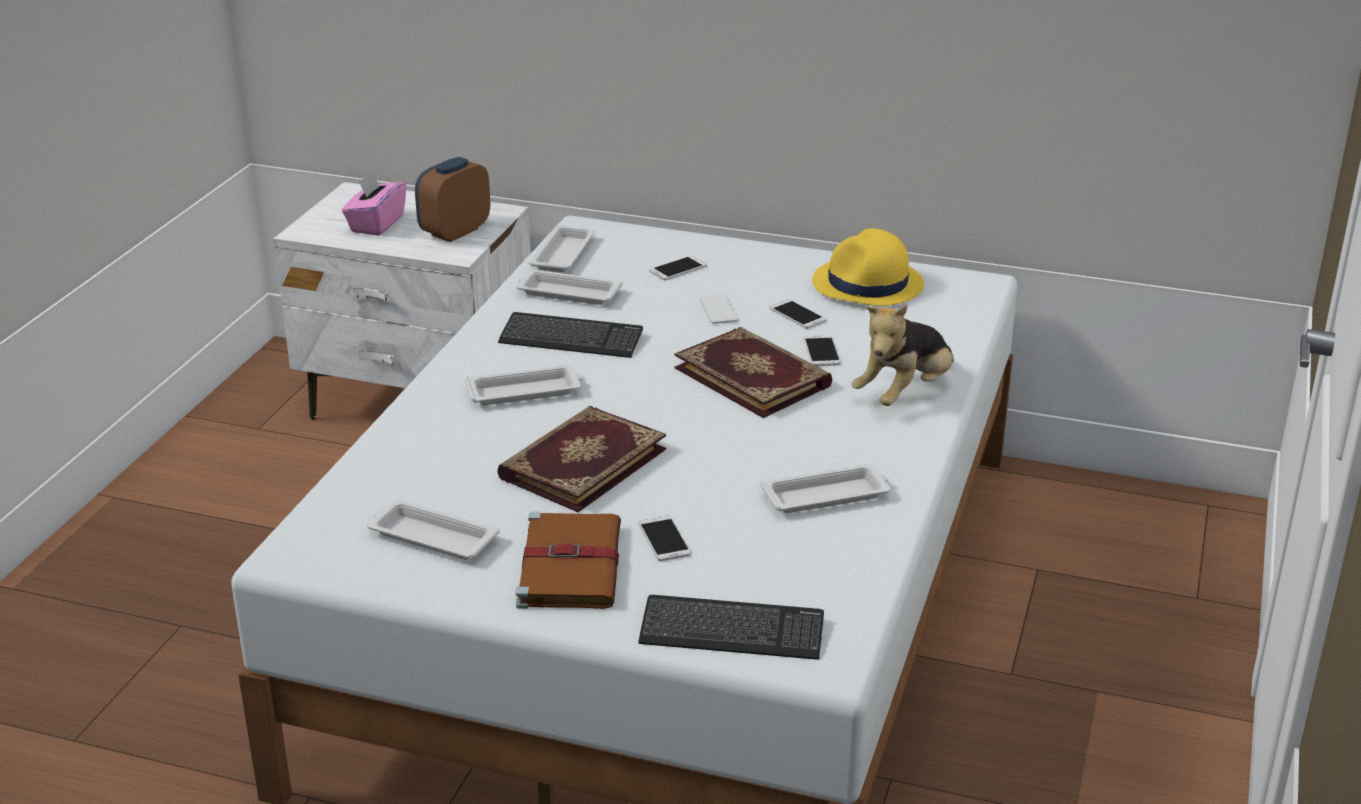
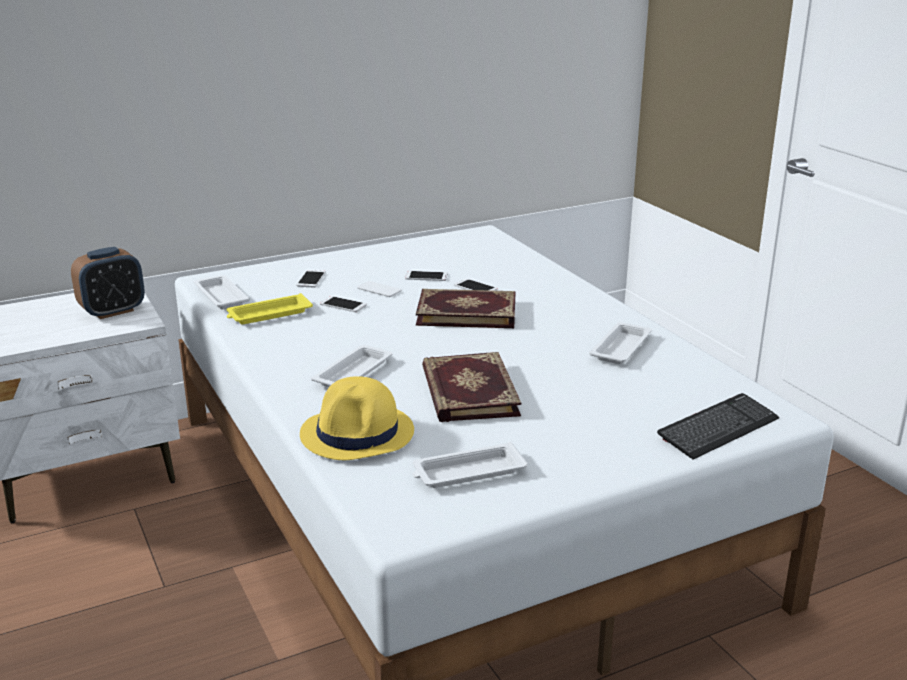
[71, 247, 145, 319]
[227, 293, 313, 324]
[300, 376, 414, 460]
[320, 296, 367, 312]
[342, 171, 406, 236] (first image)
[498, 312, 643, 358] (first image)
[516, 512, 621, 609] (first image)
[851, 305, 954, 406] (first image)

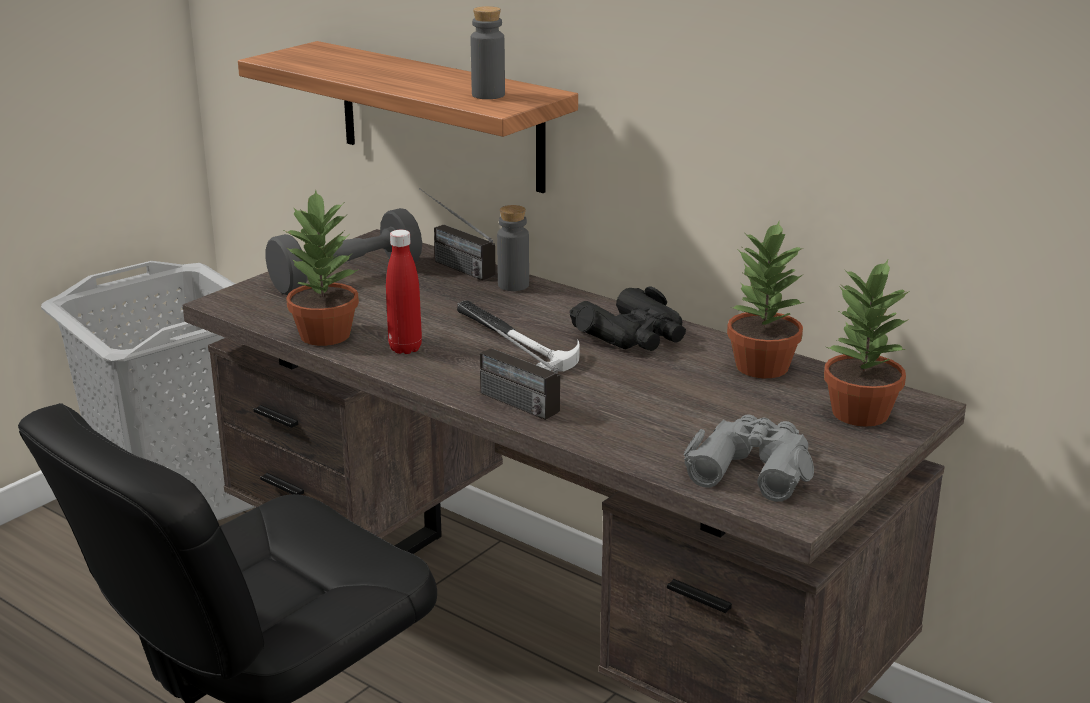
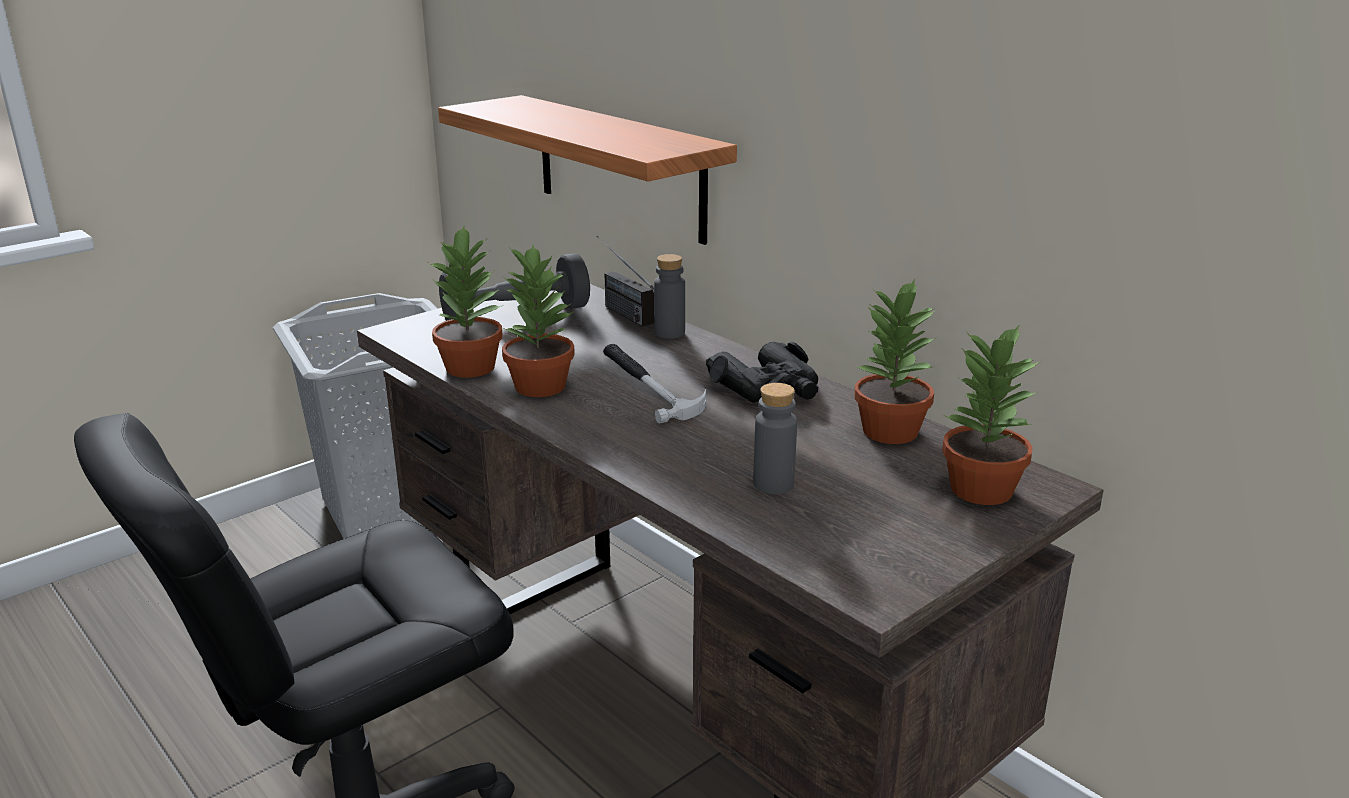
[502, 245, 575, 397]
[753, 383, 797, 494]
[457, 303, 560, 420] (first image)
[684, 414, 814, 502] (first image)

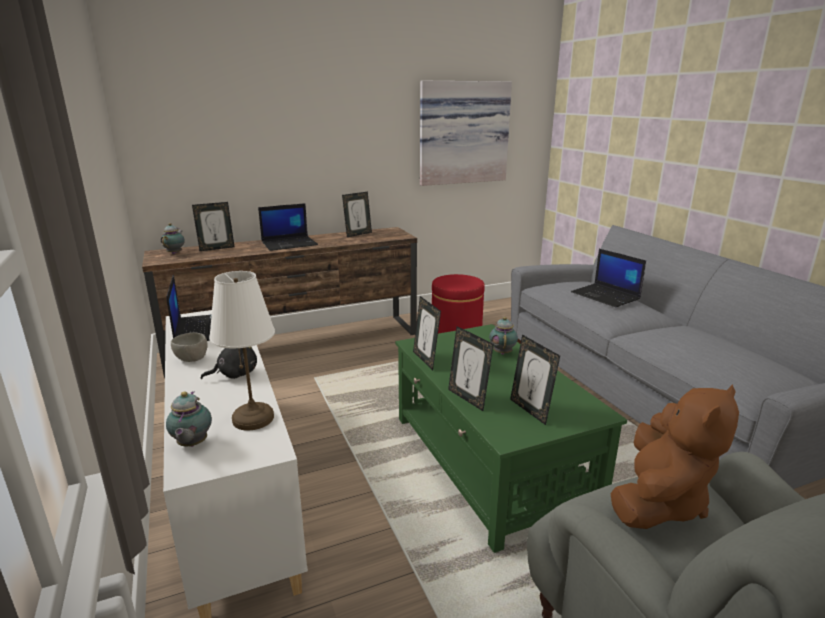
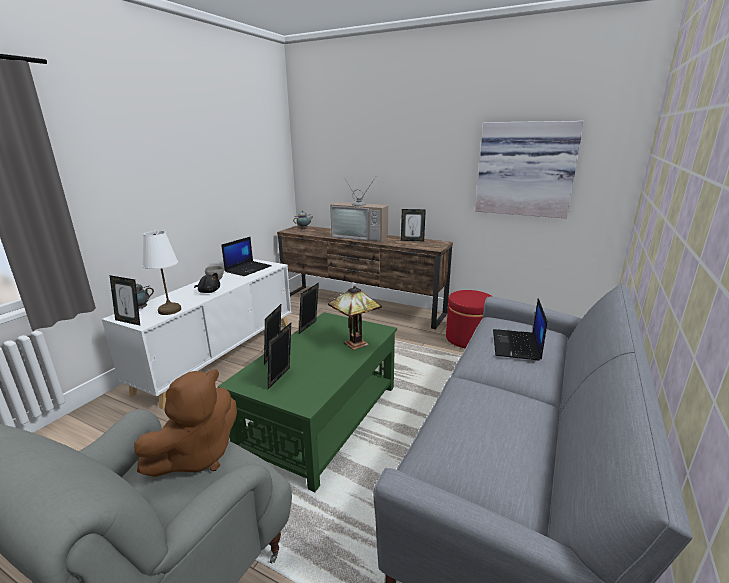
[110, 275, 140, 325]
[134, 369, 237, 477]
[328, 286, 382, 350]
[330, 175, 388, 242]

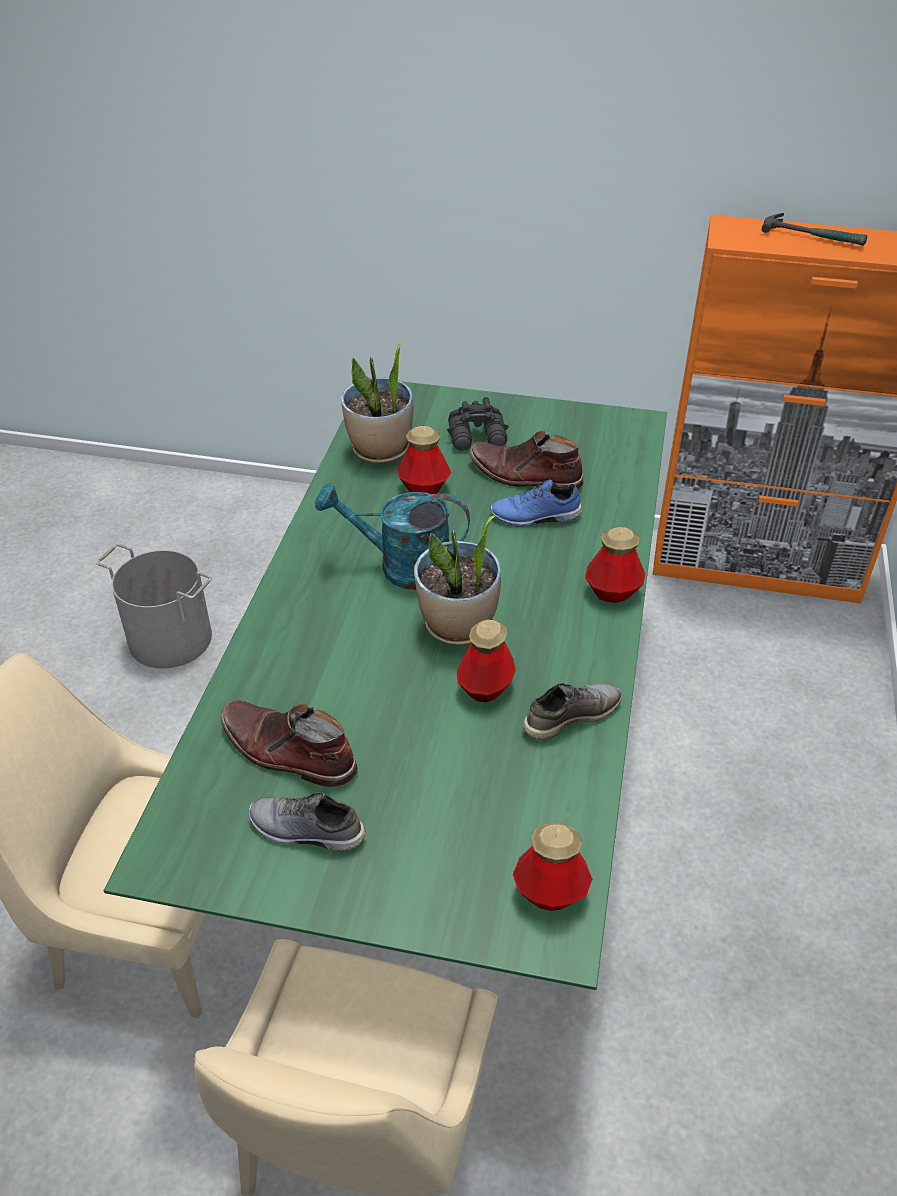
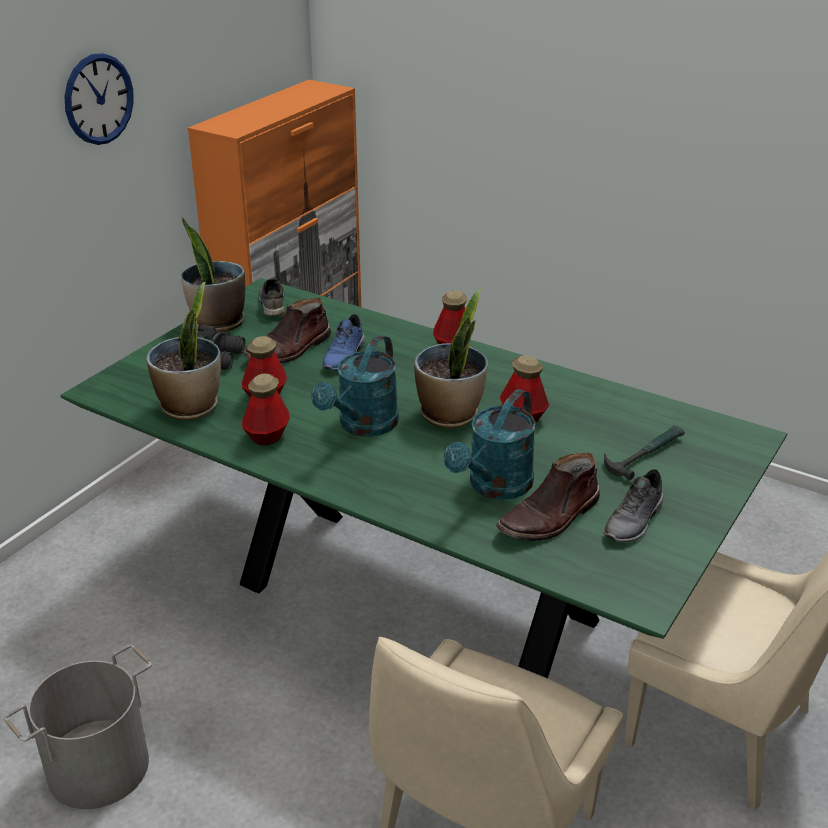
[64, 53, 134, 145]
[181, 217, 245, 332]
[242, 374, 290, 445]
[258, 278, 285, 317]
[444, 389, 536, 500]
[604, 425, 685, 480]

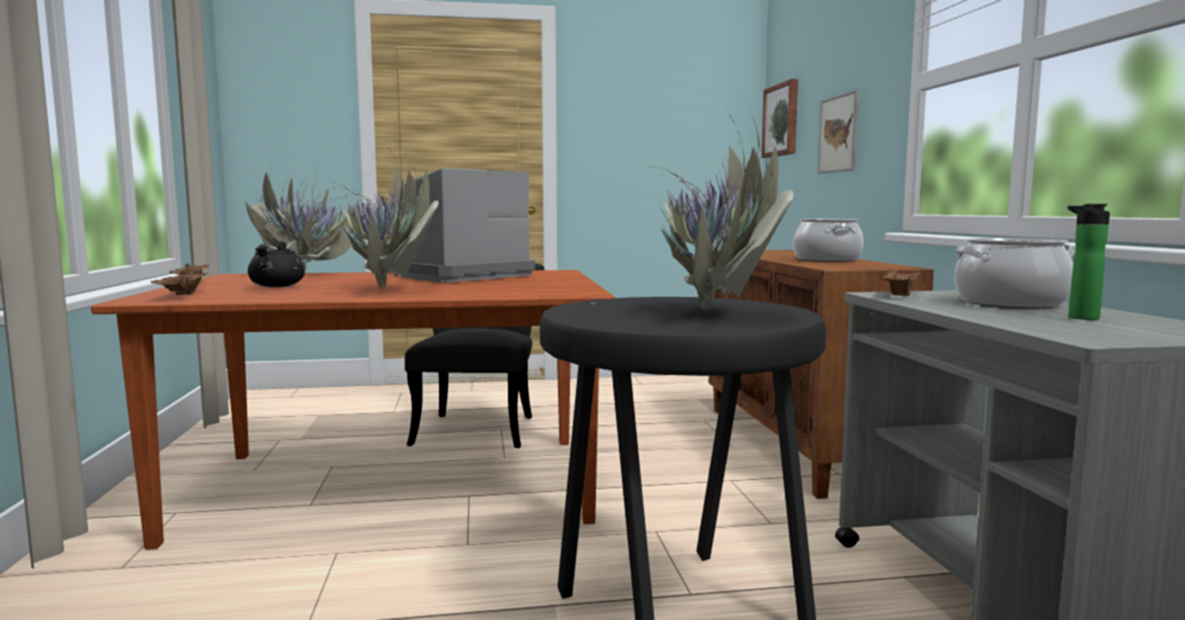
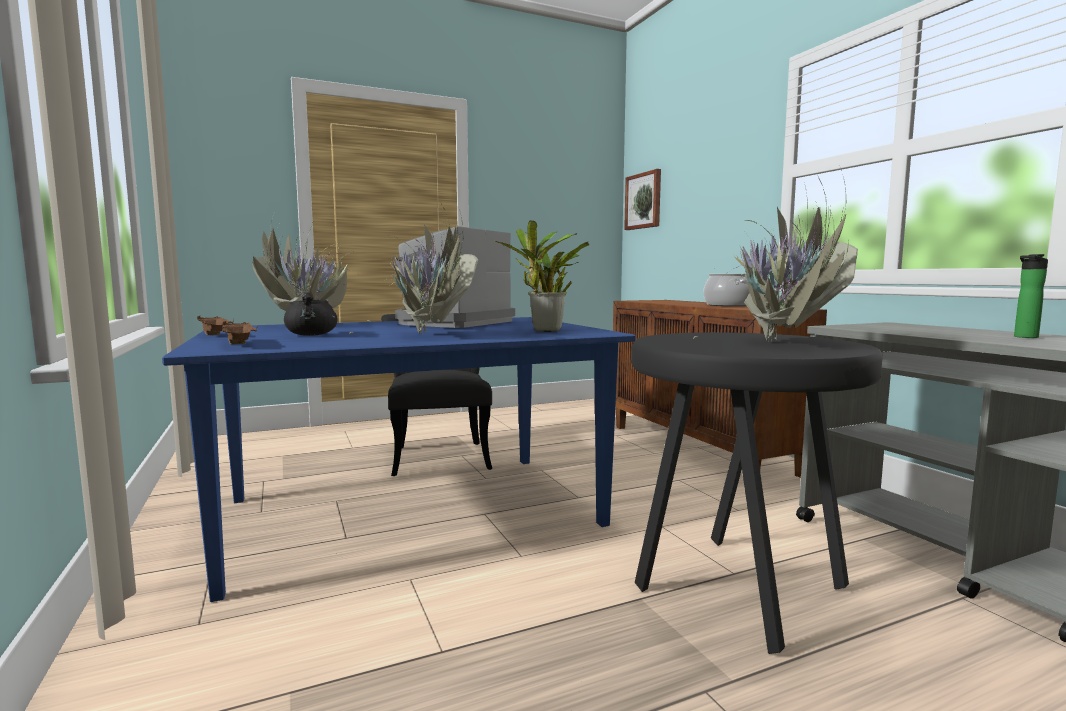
[162, 317, 636, 602]
[494, 220, 589, 332]
[818, 90, 860, 174] (first image)
[881, 268, 923, 296] (first image)
[955, 238, 1074, 309] (first image)

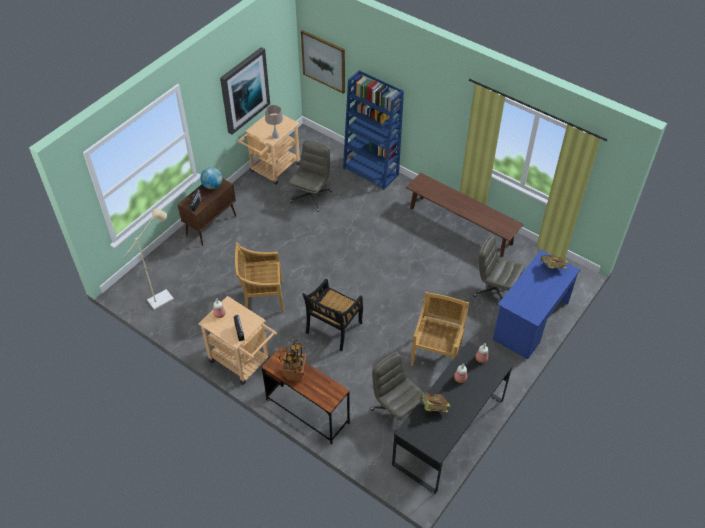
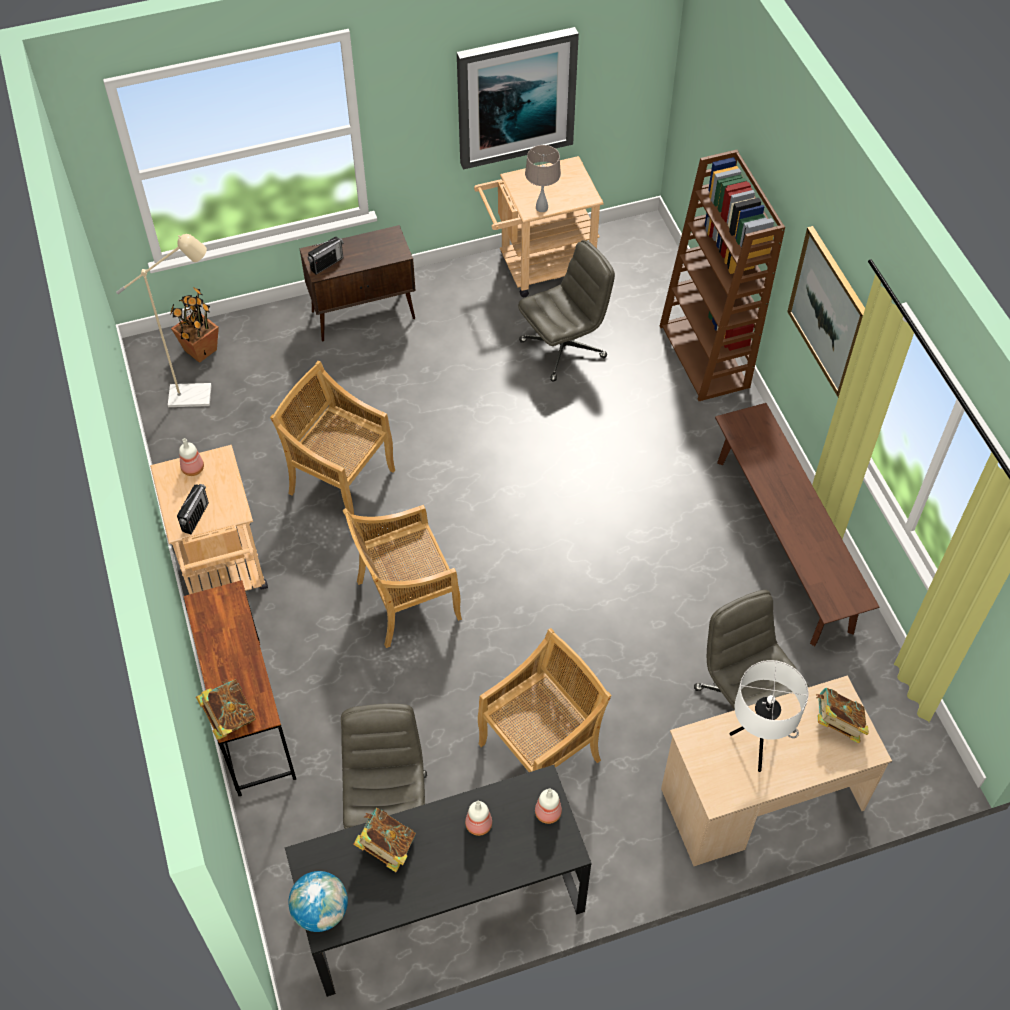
[171, 287, 219, 363]
[196, 679, 256, 740]
[288, 871, 348, 932]
[342, 505, 462, 648]
[660, 150, 785, 401]
[661, 675, 892, 866]
[729, 660, 808, 772]
[787, 226, 865, 397]

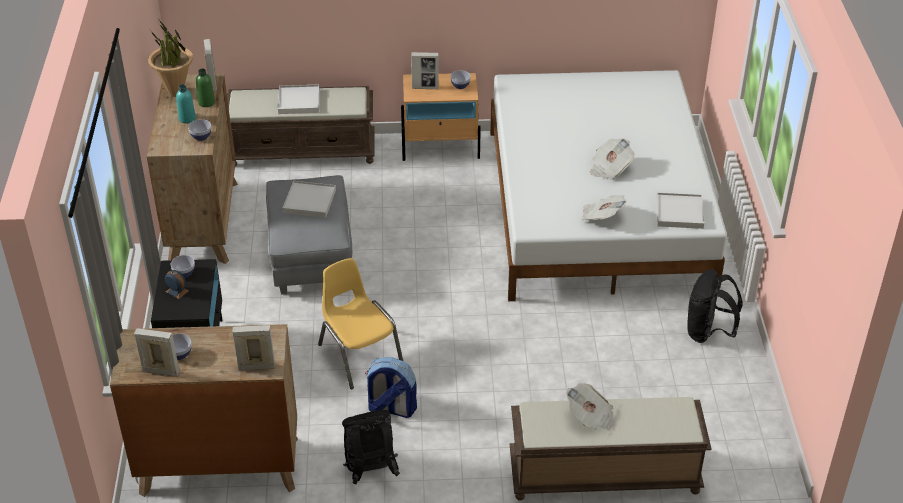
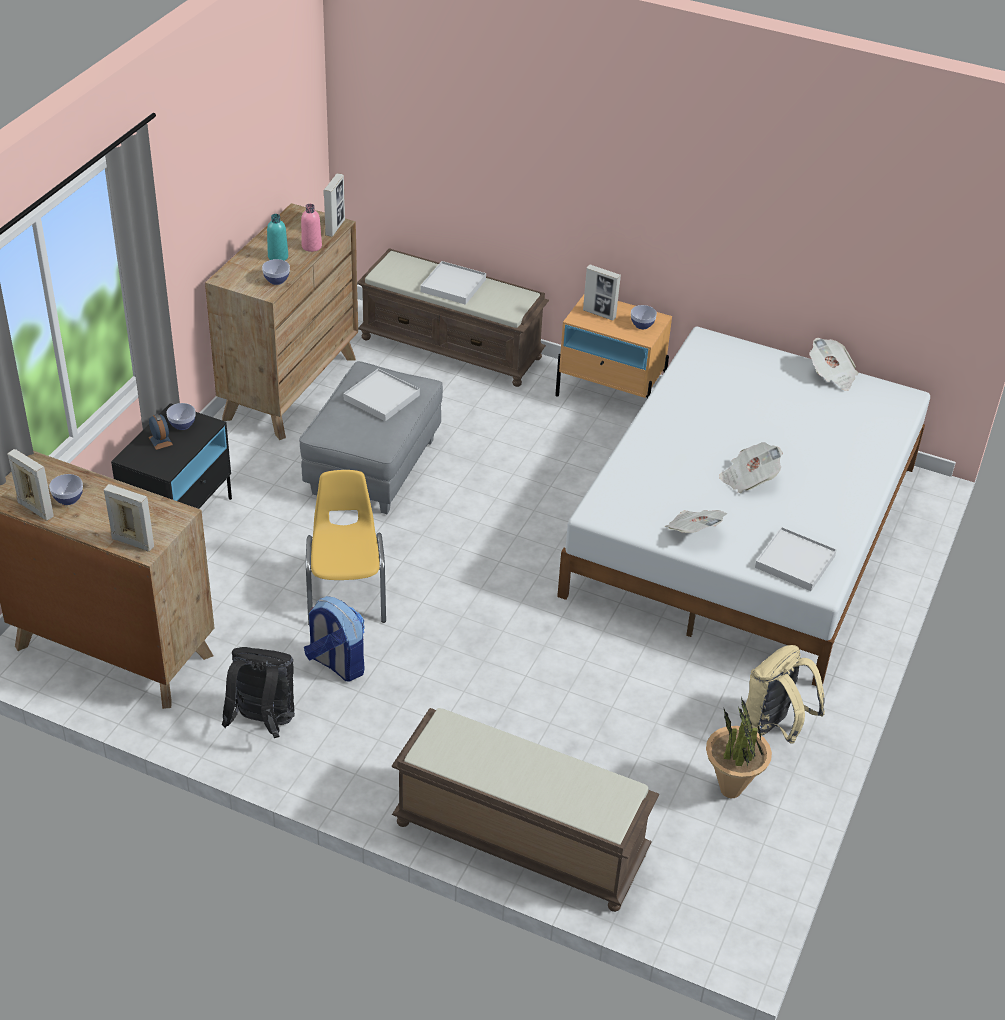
[301, 204, 322, 252]
[706, 697, 772, 798]
[743, 645, 825, 744]
[810, 338, 858, 391]

